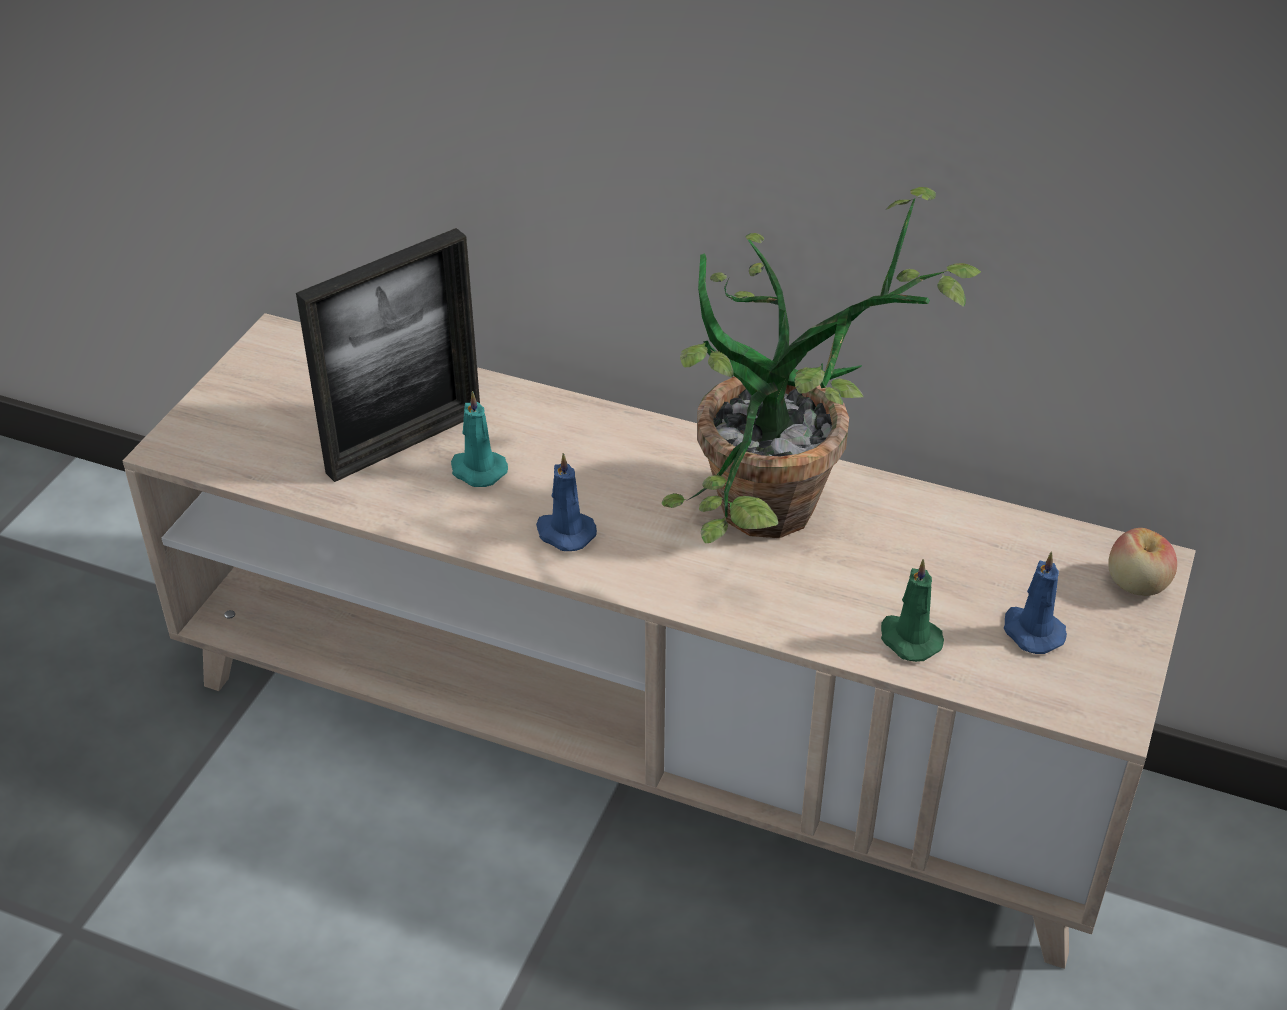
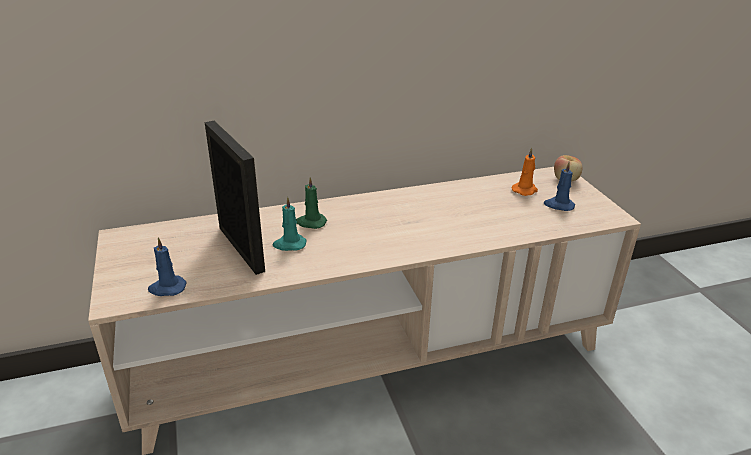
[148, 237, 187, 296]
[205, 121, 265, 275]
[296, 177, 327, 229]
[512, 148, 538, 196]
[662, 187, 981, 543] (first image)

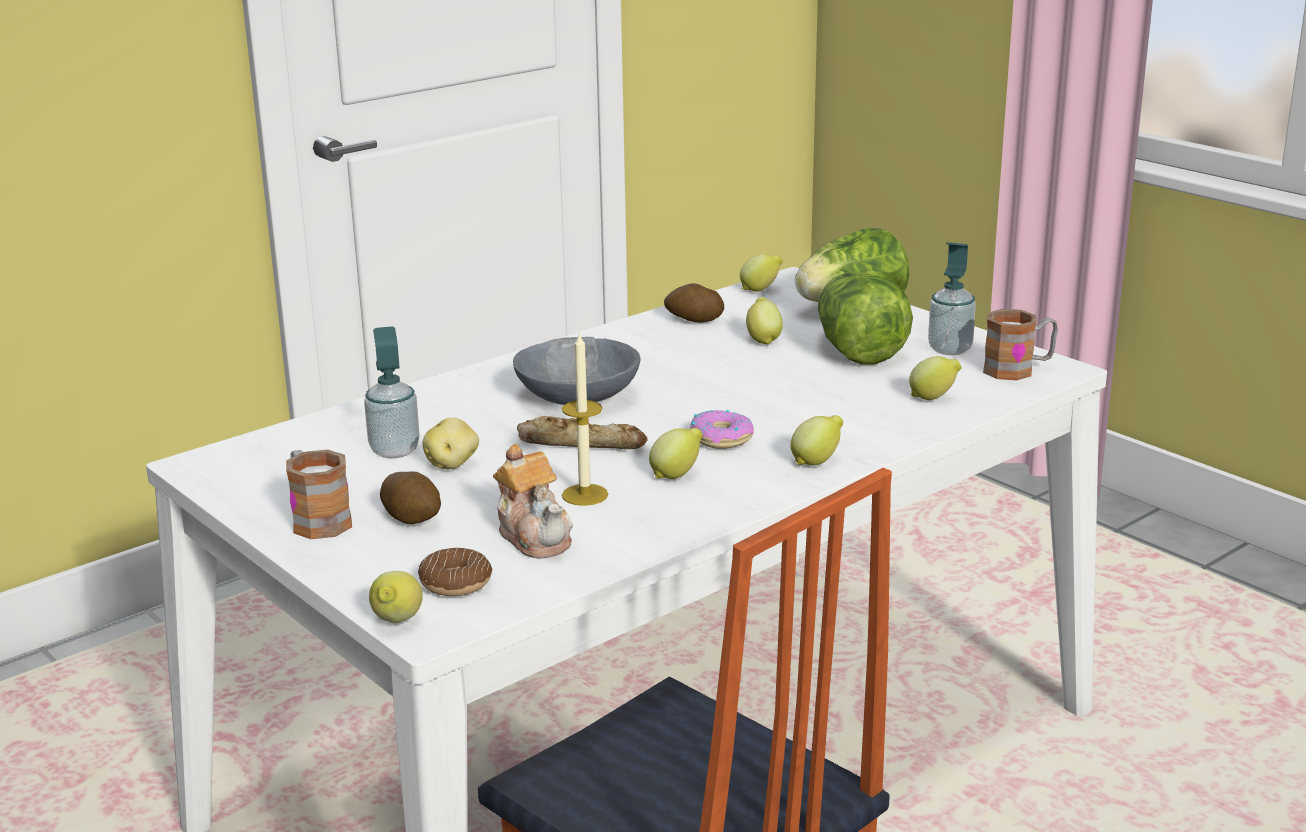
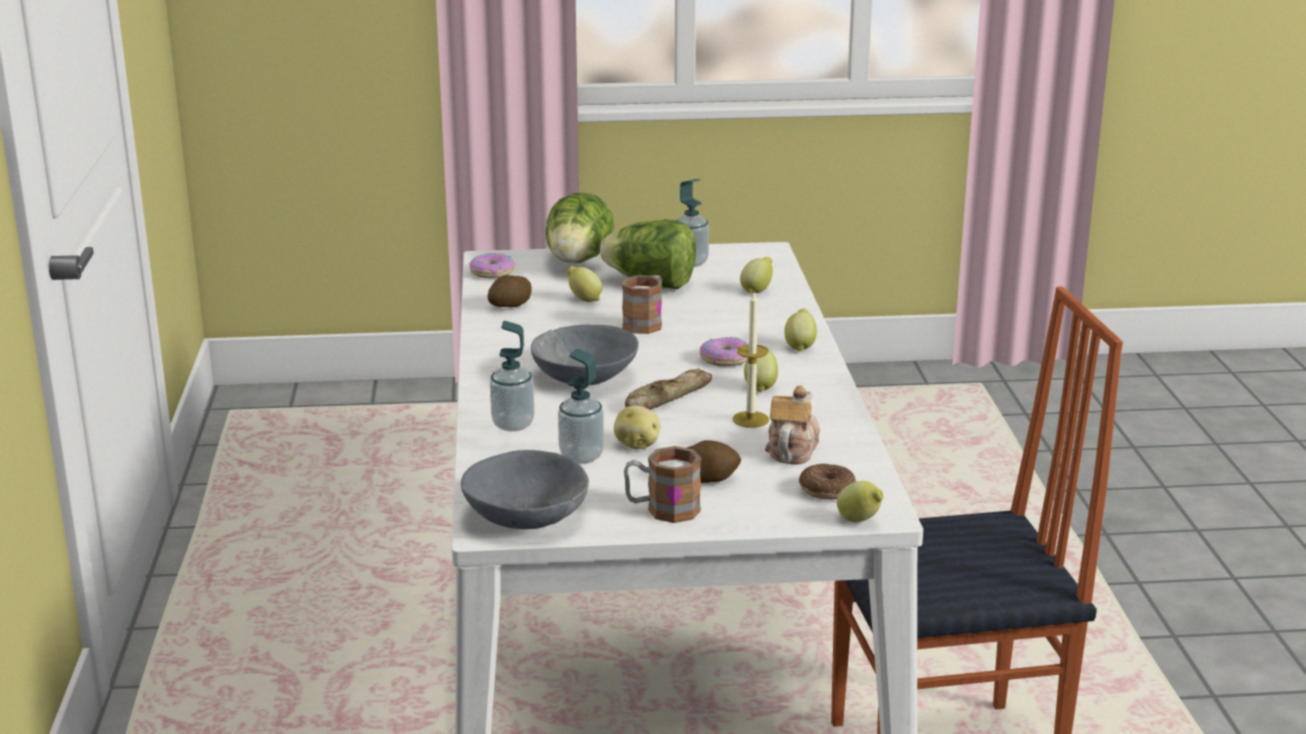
[461, 450, 589, 529]
[469, 253, 514, 278]
[490, 321, 534, 431]
[622, 275, 662, 334]
[765, 386, 820, 464]

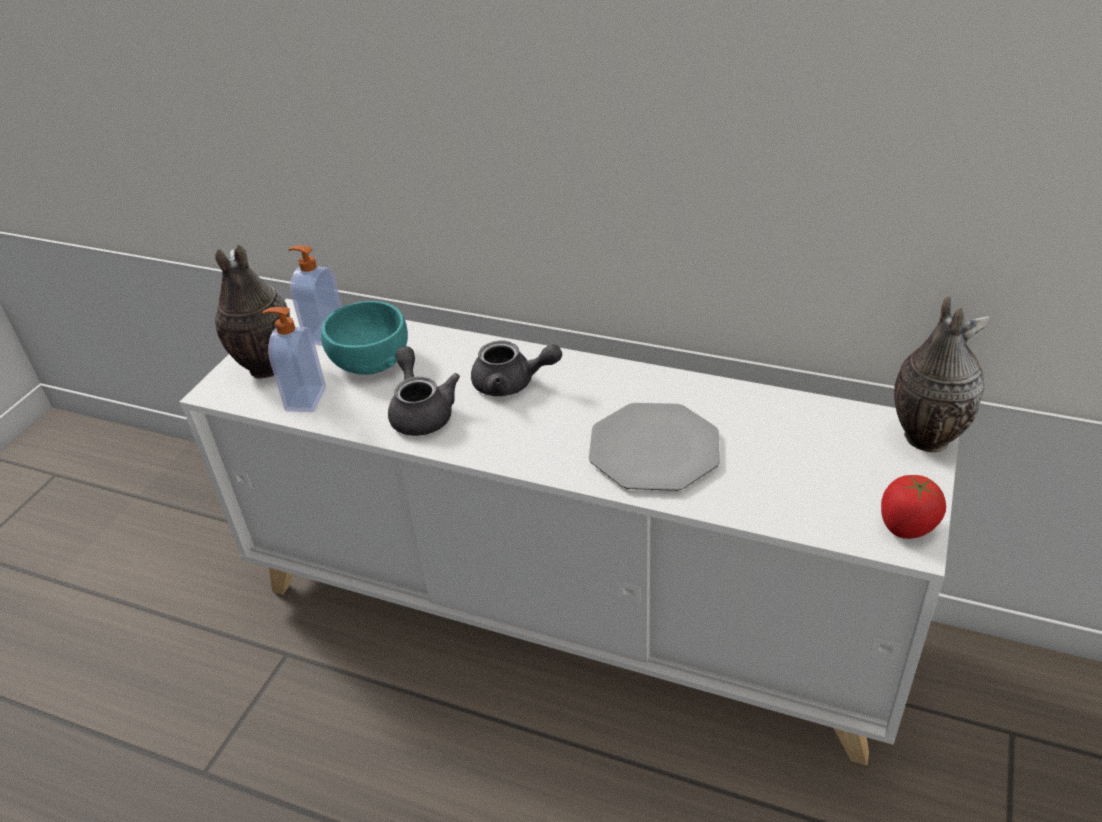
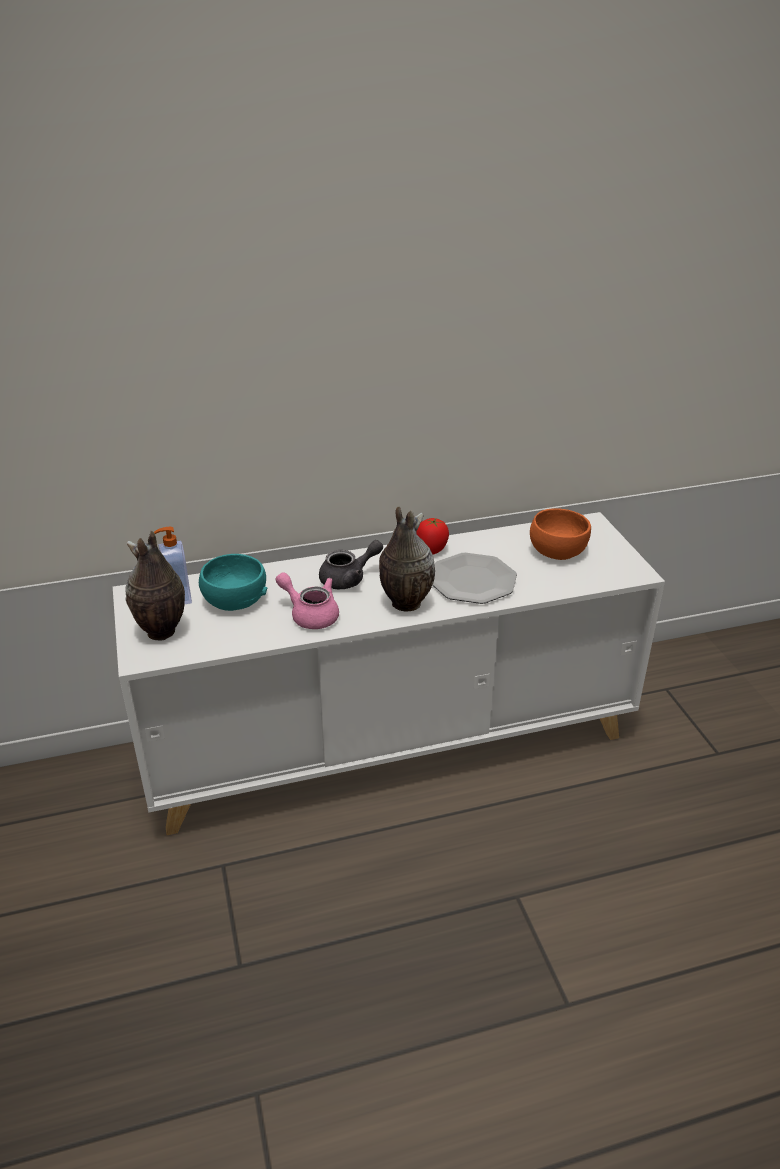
[275, 572, 339, 629]
[379, 507, 435, 611]
[416, 518, 449, 554]
[530, 508, 591, 560]
[262, 307, 326, 412] (first image)

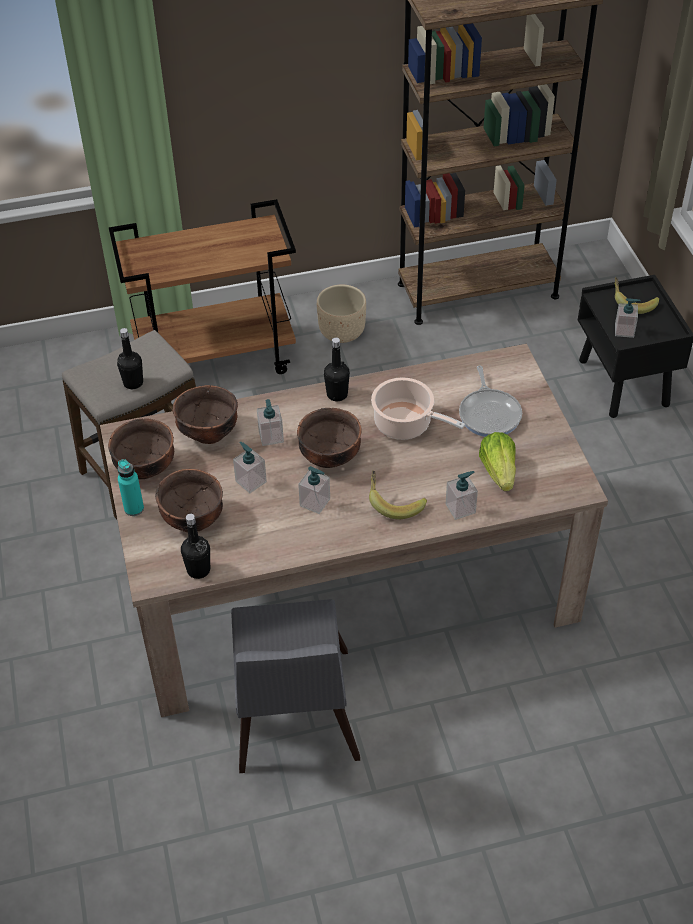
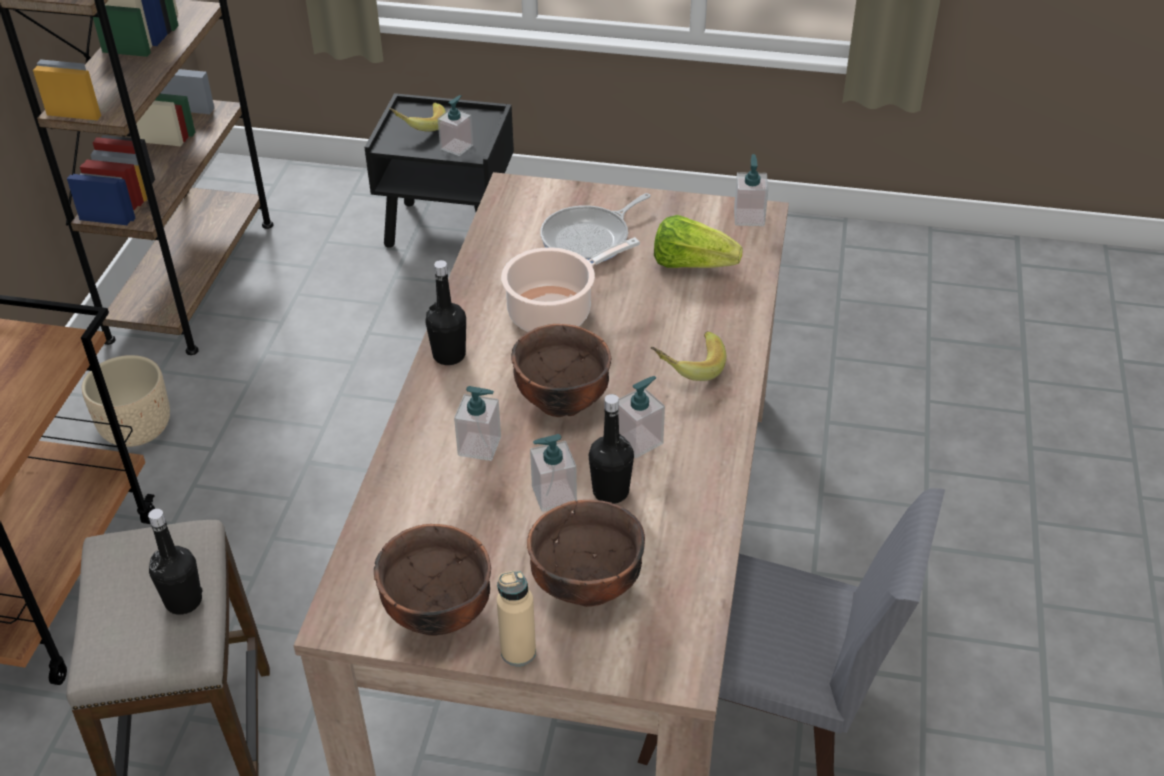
[497, 571, 536, 666]
[540, 193, 651, 263]
[589, 394, 634, 504]
[734, 154, 768, 226]
[173, 385, 238, 444] (first image)

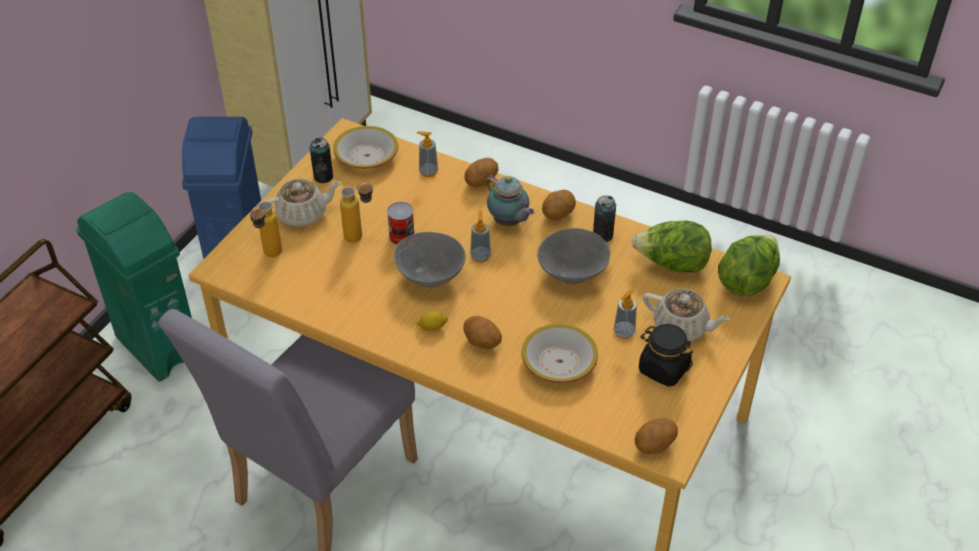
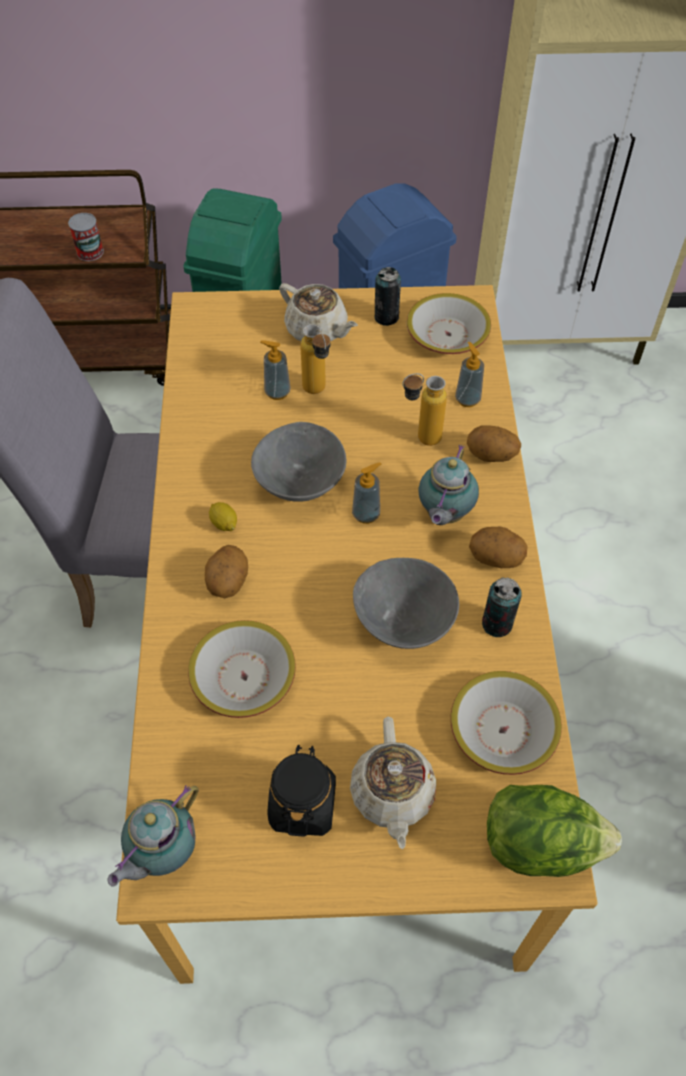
[68, 213, 104, 261]
[107, 785, 199, 887]
[260, 340, 290, 400]
[402, 373, 447, 446]
[451, 671, 562, 775]

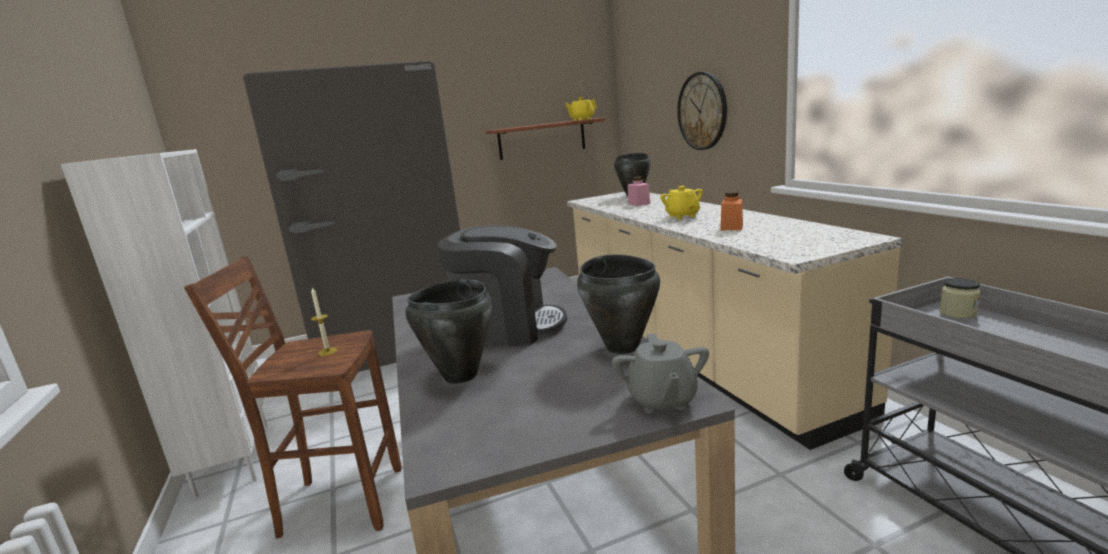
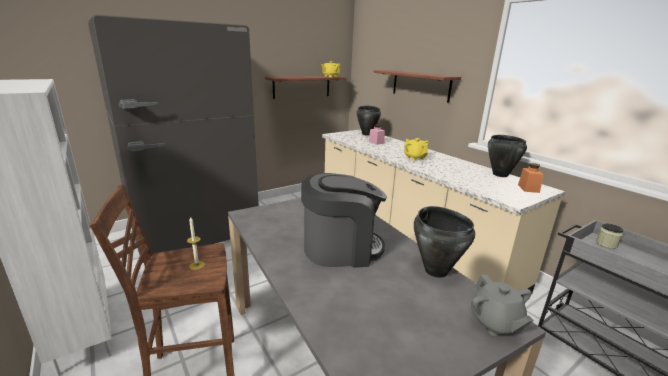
[374, 70, 461, 103]
[488, 135, 527, 177]
[518, 163, 544, 193]

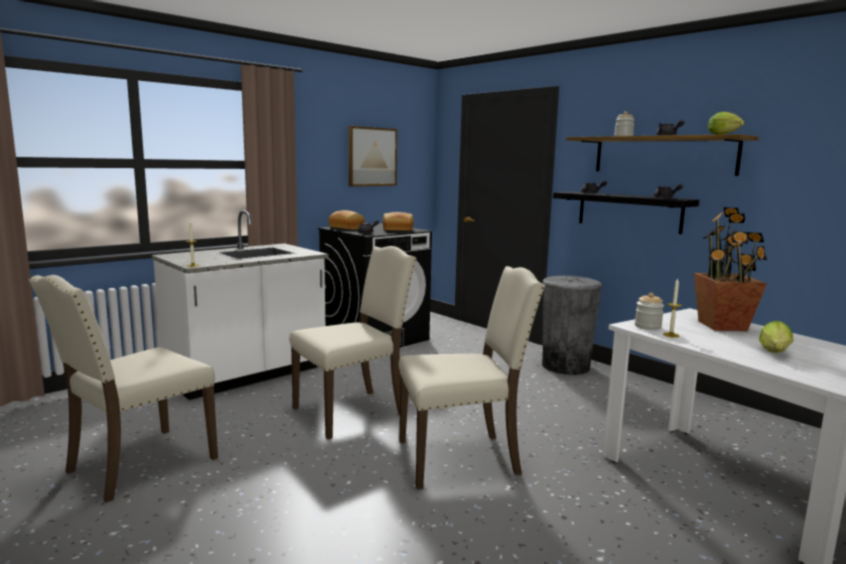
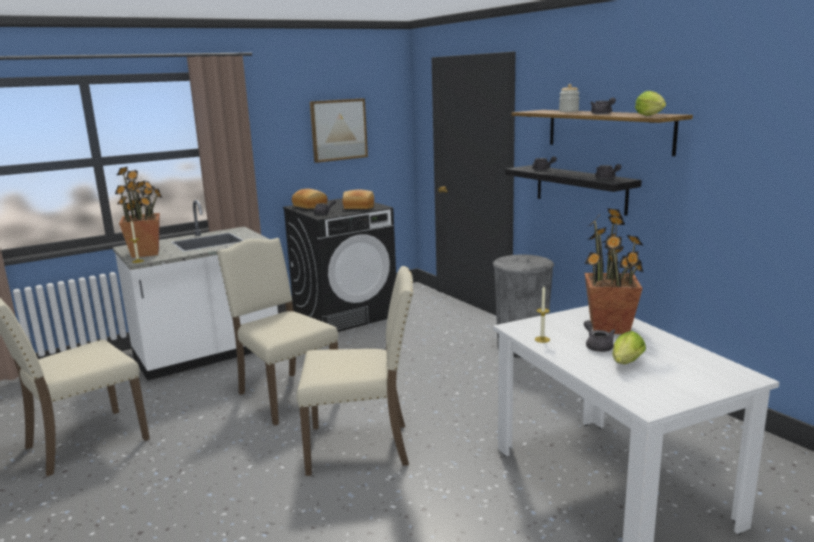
[115, 167, 162, 258]
[217, 238, 338, 425]
[584, 320, 615, 352]
[635, 293, 664, 330] (first image)

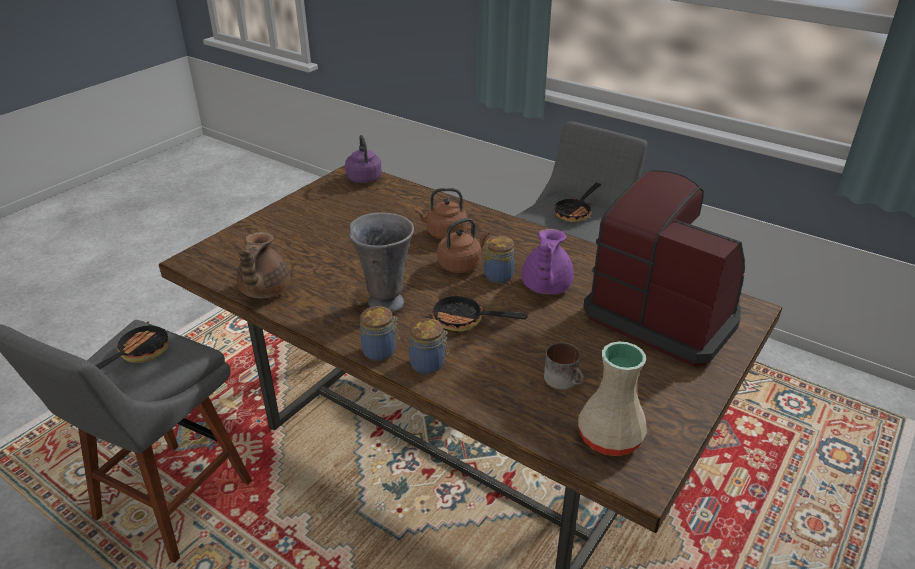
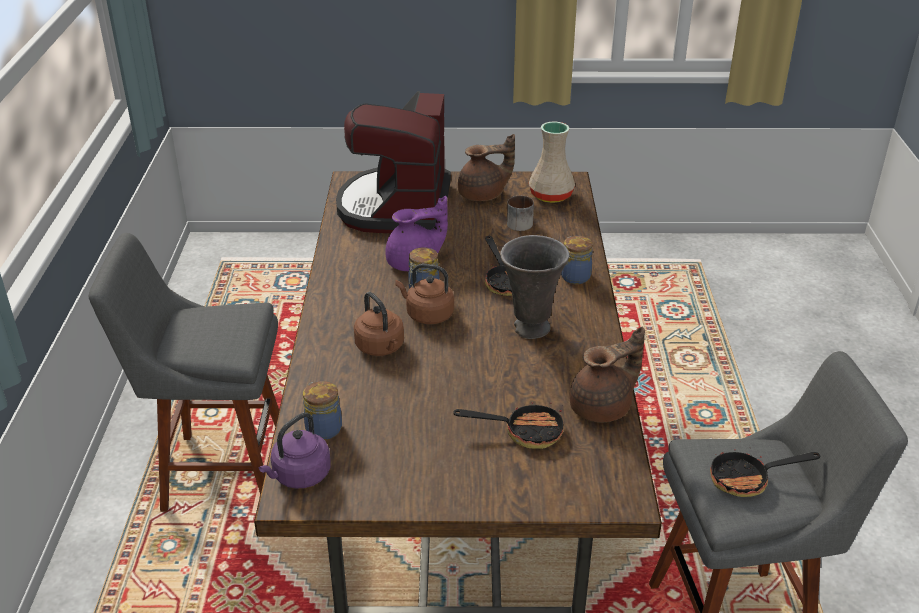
[303, 381, 342, 440]
[453, 402, 564, 449]
[458, 134, 515, 201]

